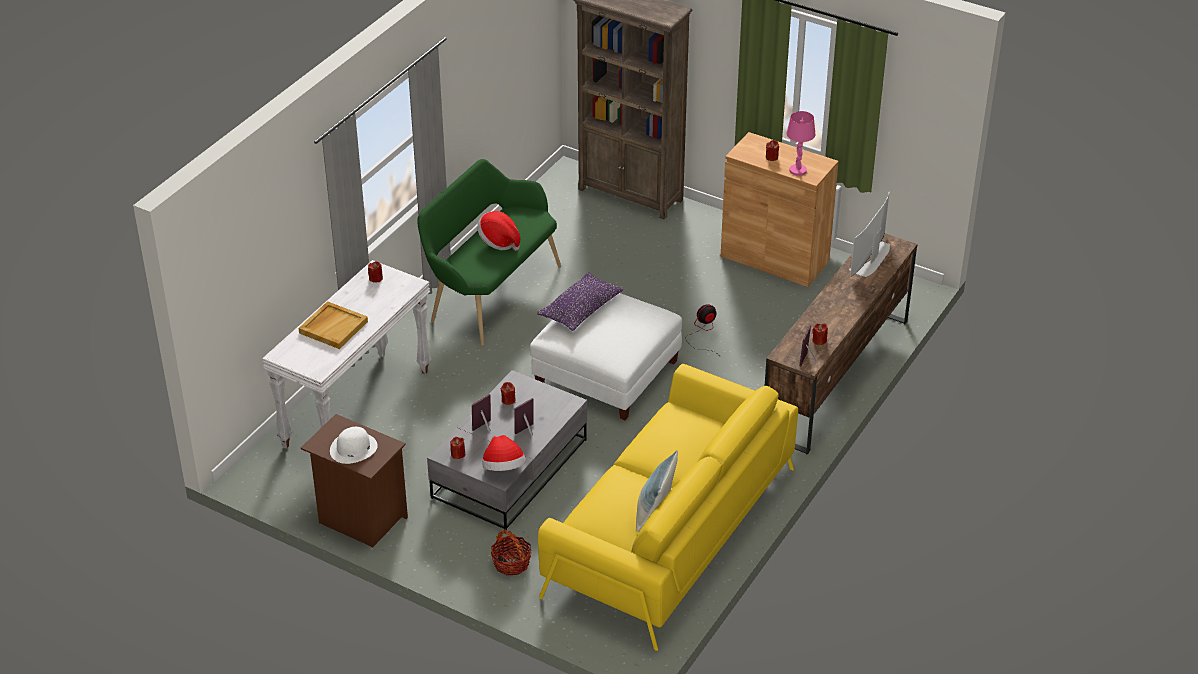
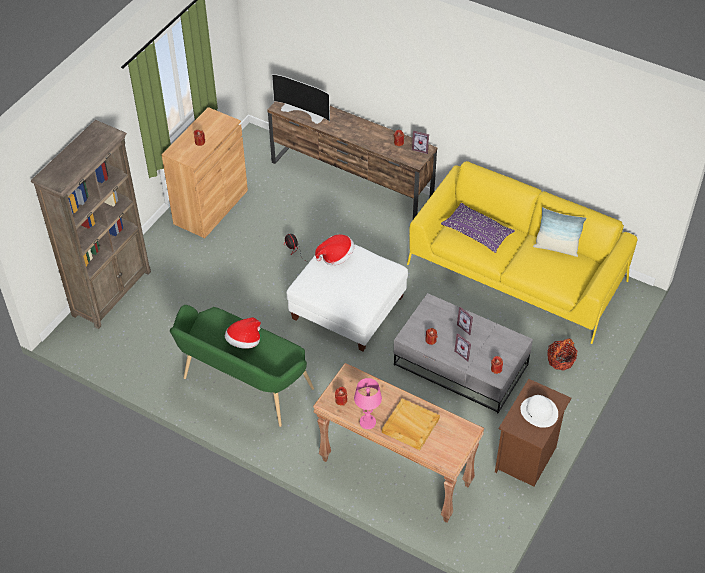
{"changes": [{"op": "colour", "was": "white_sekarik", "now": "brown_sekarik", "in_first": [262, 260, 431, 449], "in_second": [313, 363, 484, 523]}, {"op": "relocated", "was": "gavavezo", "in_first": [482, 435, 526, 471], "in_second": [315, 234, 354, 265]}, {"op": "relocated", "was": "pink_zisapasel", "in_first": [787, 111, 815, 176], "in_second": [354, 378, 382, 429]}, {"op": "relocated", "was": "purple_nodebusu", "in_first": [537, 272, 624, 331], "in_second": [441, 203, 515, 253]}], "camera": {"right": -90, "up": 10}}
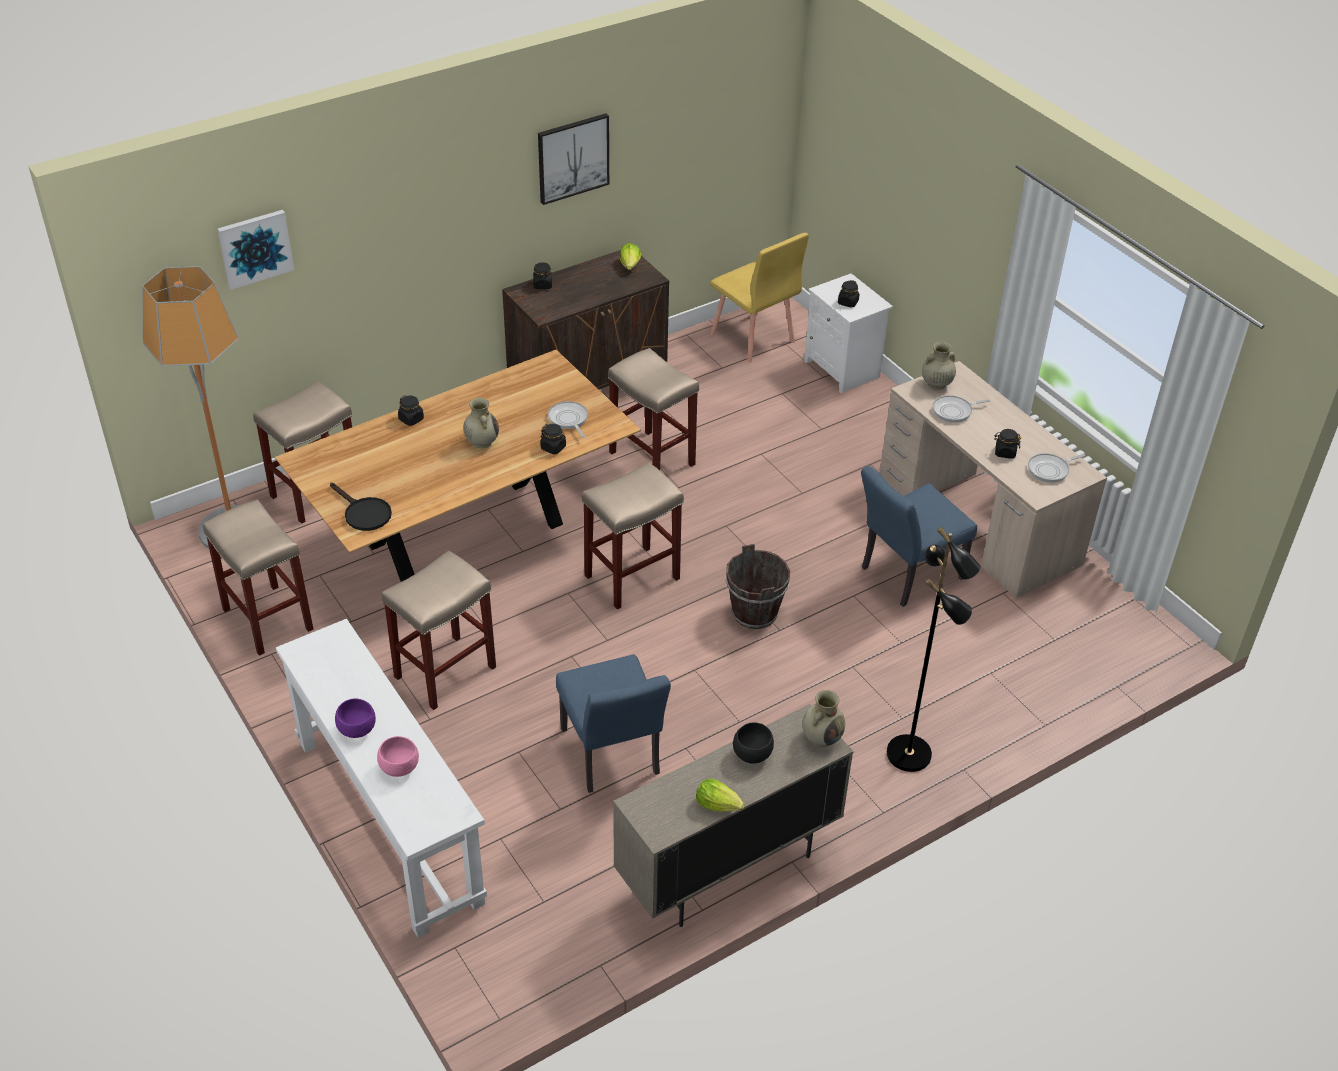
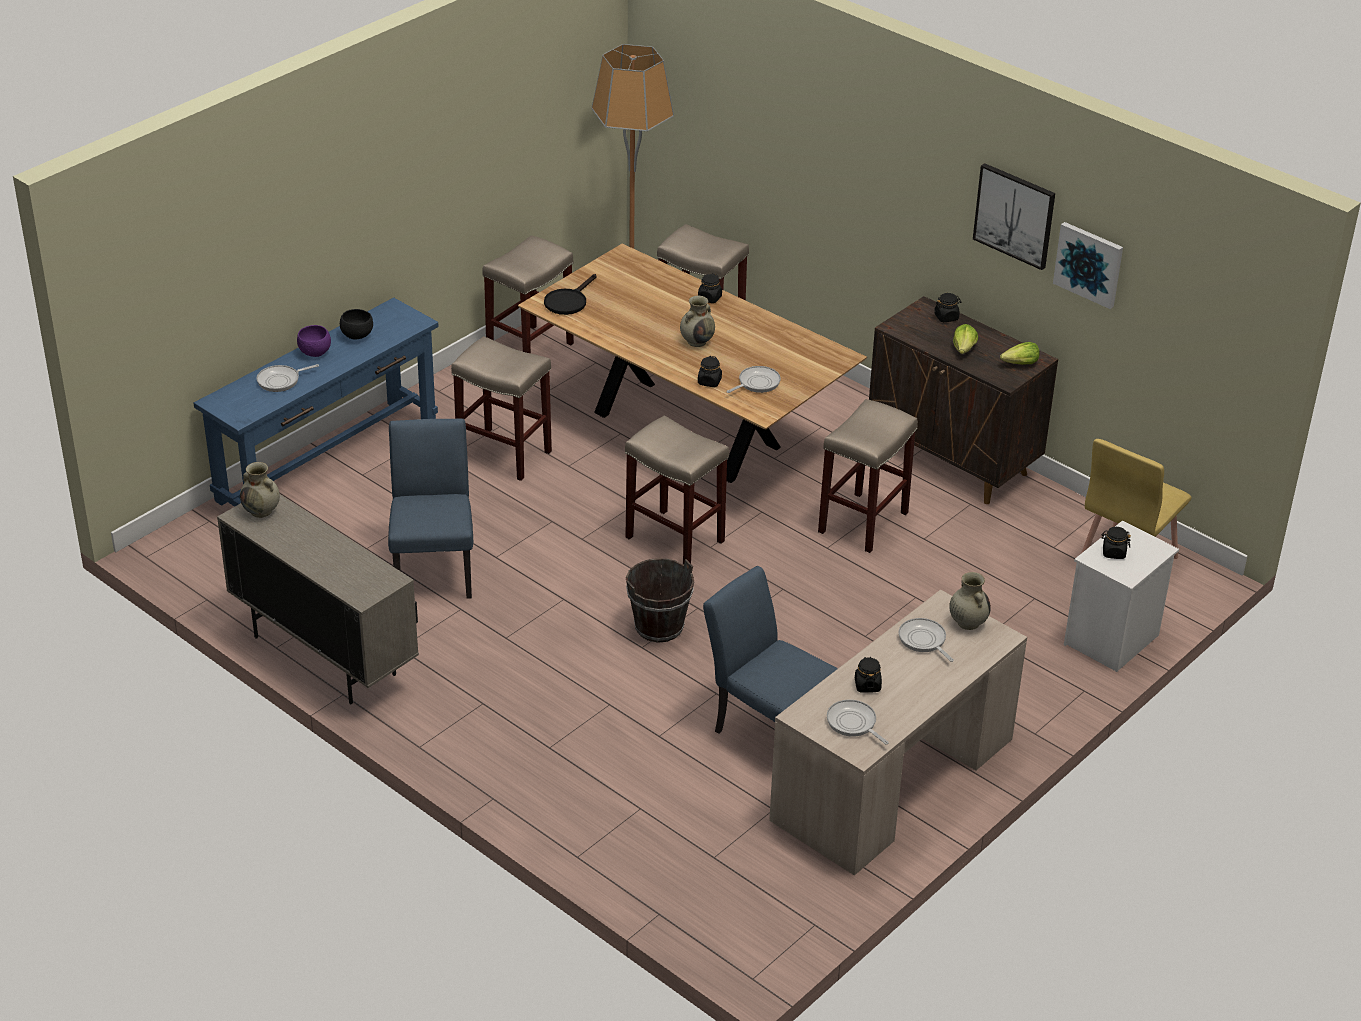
{"changes": [{"op": "colour", "was": "white_sekarik", "now": "blue_sekarik", "in_first": [276, 619, 487, 938], "in_second": [194, 298, 438, 507]}, {"op": "relocated", "was": "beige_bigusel", "in_first": [802, 690, 845, 747], "in_second": [240, 462, 280, 518]}, {"op": "exchanged", "was": "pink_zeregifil", "now": "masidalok", "in_first": [377, 736, 419, 777], "in_second": [257, 364, 319, 392]}, {"op": "relocated", "was": "black_zeregifil", "in_first": [733, 722, 774, 764], "in_second": [340, 309, 373, 340]}, {"op": "spun", "was": "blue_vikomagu", "in_first": [556, 654, 671, 793], "in_second": [388, 419, 473, 599], "clockwise": 120}, {"op": "relocated", "was": "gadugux", "in_first": [696, 779, 745, 812], "in_second": [953, 324, 978, 354]}, {"op": "relocated", "was": "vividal", "in_first": [218, 210, 294, 290], "in_second": [1053, 222, 1123, 309]}, {"op": "missing", "was": "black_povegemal", "in_first": [887, 527, 981, 772]}], "camera": {"right": 75, "up": -5}}
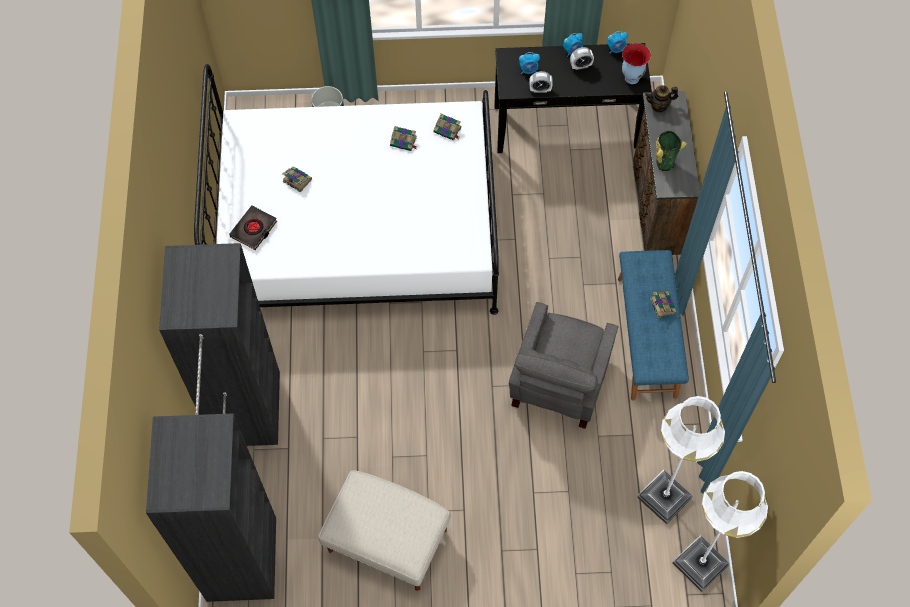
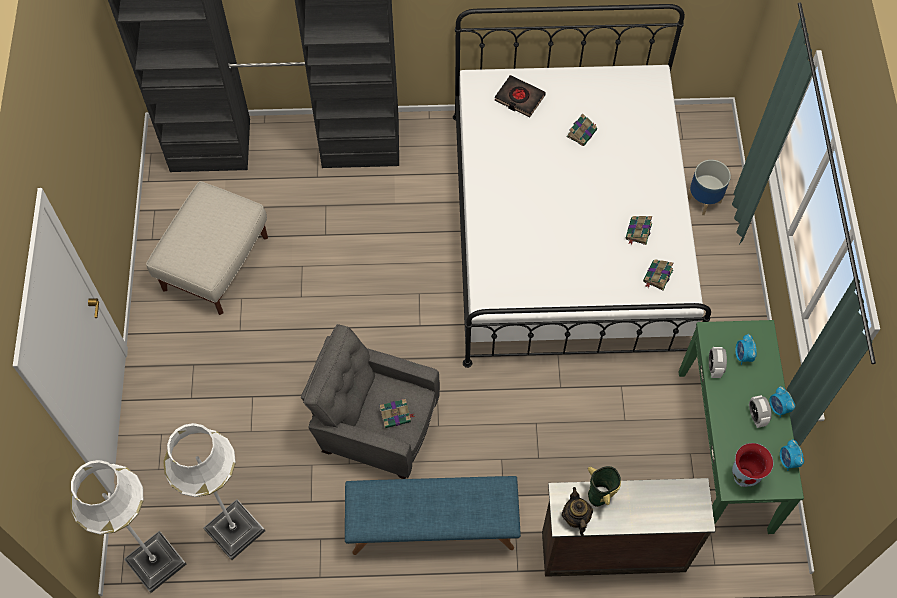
{"changes": [{"op": "relocated", "was": "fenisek", "in_first": [650, 290, 677, 318], "in_second": [380, 399, 415, 428]}, {"op": "relocated", "was": "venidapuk", "in_first": [645, 85, 678, 112], "in_second": [562, 487, 593, 536]}, {"op": "colour", "was": "black_sekarik", "now": "green_sekarik", "in_first": [494, 43, 652, 153], "in_second": [678, 320, 804, 534]}], "camera": {"right": 90, "up": 0}}
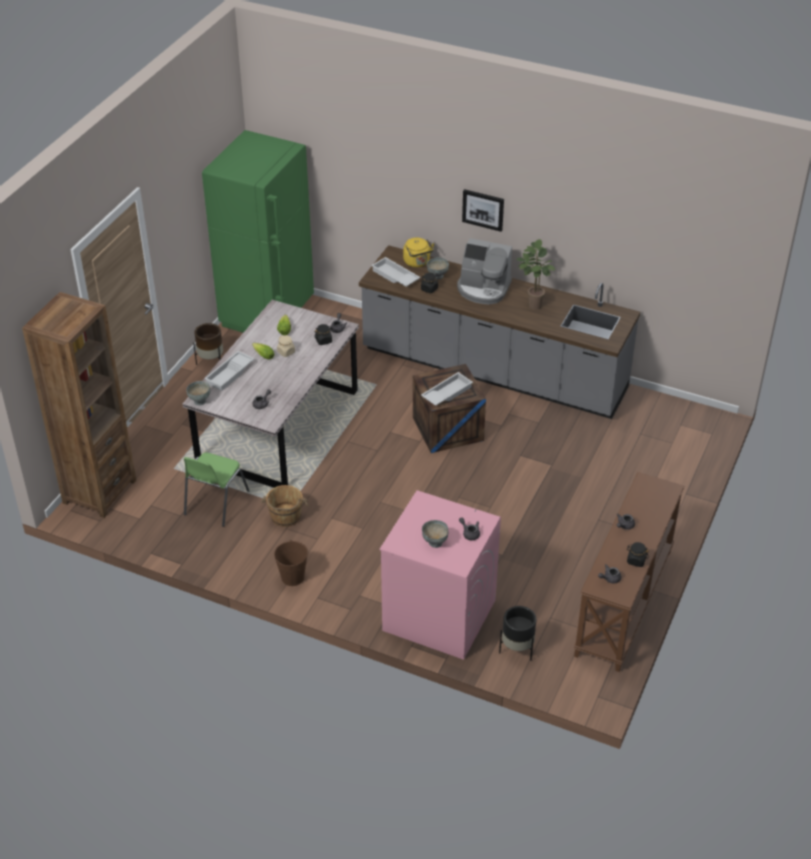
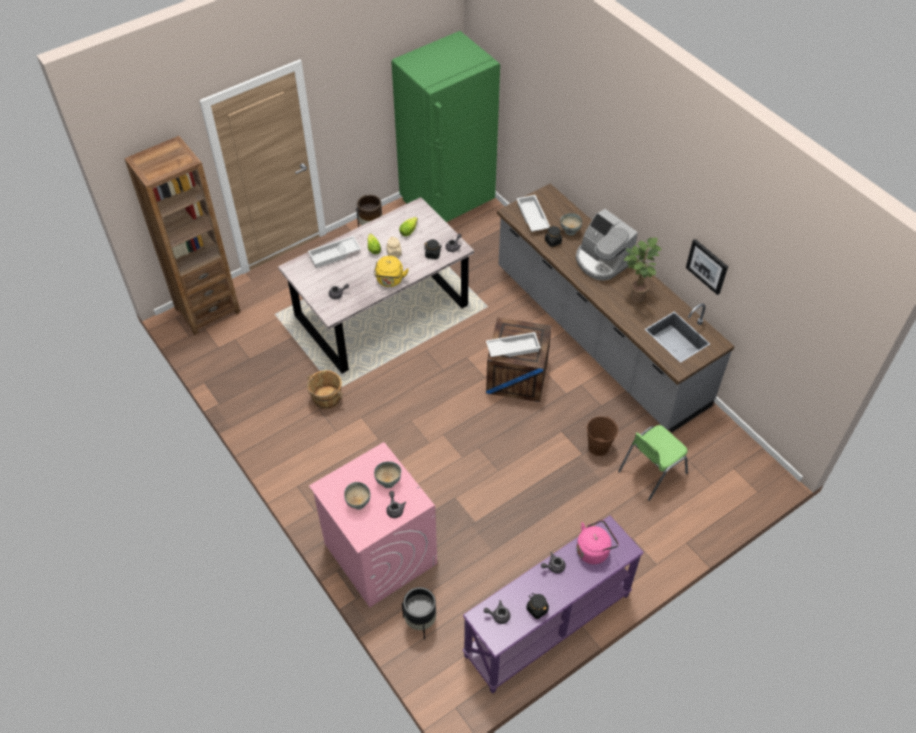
{"changes": [{"op": "relocated", "was": "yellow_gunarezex", "in_first": [403, 238, 434, 267], "in_second": [374, 256, 409, 287]}, {"op": "relocated", "was": "grey_zeregifil", "in_first": [186, 381, 210, 405], "in_second": [374, 461, 401, 488]}, {"op": "colour", "was": "brown_sekarik", "now": "purple_sekarik", "in_first": [574, 472, 684, 672], "in_second": [463, 516, 644, 694]}, {"op": "appeared", "now": "pink_gunarezex", "in_second": [576, 520, 619, 564]}, {"op": "relocated", "was": "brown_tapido", "in_first": [274, 540, 308, 586], "in_second": [587, 416, 618, 456]}, {"op": "relocated", "was": "green_vikomagu", "in_first": [184, 452, 250, 527], "in_second": [618, 425, 688, 501]}, {"op": "relocated", "was": "vividal", "in_first": [462, 189, 504, 232], "in_second": [686, 239, 728, 295]}], "camera": {"right": 30, "up": 10}}
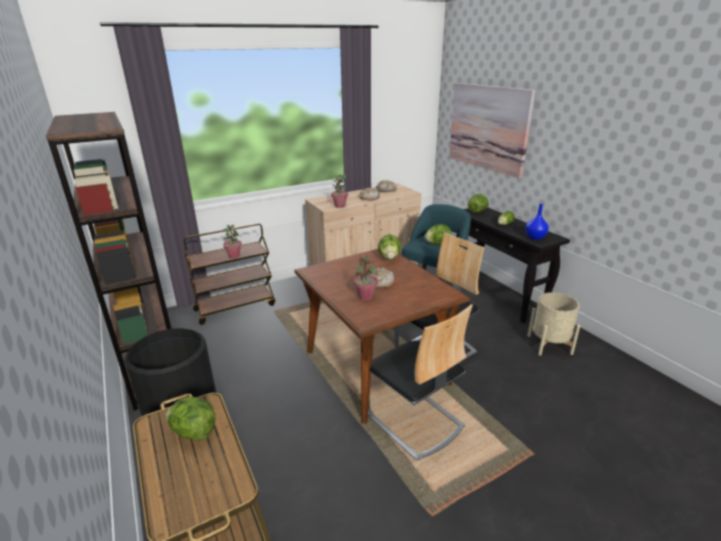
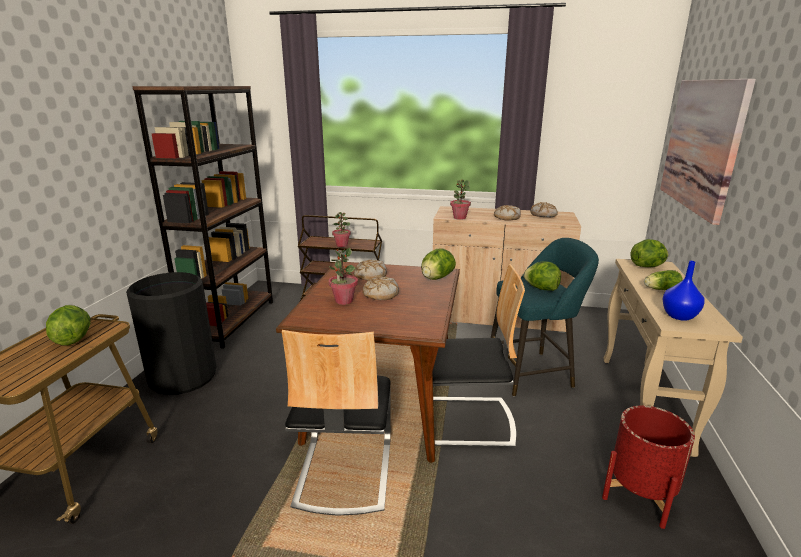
{"changes": [{"op": "appeared", "now": "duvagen", "in_second": [354, 260, 387, 281]}, {"op": "colour", "was": "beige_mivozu", "now": "red_mivozu", "in_first": [527, 292, 580, 356], "in_second": [602, 406, 695, 529]}, {"op": "colour", "was": "black_sekarik", "now": "beige_sekarik", "in_first": [456, 207, 570, 323], "in_second": [603, 259, 743, 457]}], "camera": {"right": 40, "up": -5}}
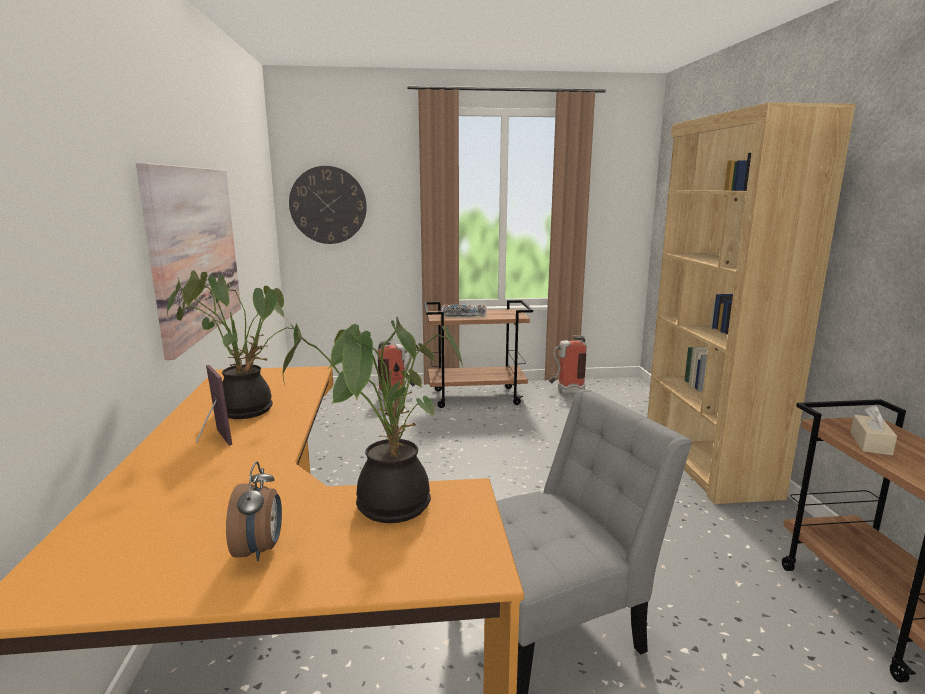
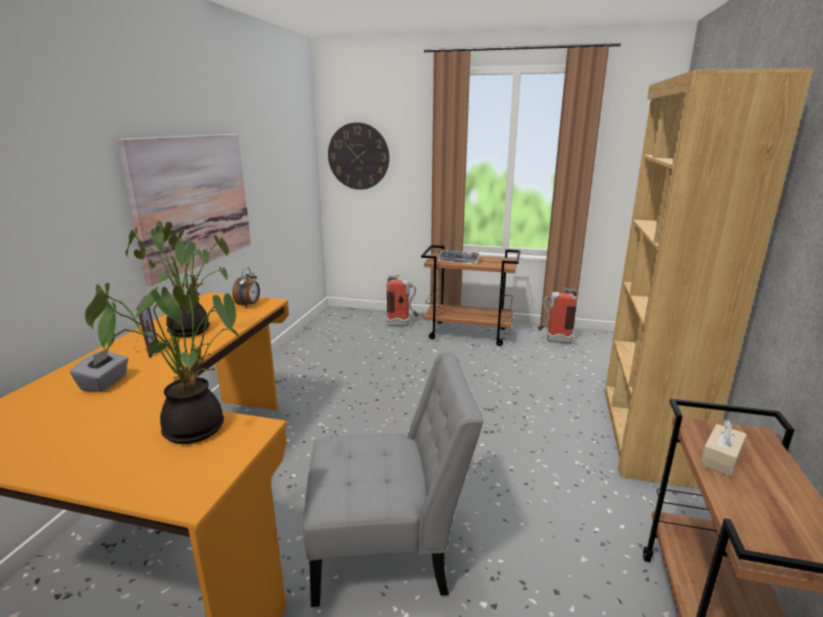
{"changes": [{"op": "appeared", "now": "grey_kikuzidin", "in_second": [70, 349, 128, 392]}, {"op": "relocated", "was": "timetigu", "in_first": [226, 462, 282, 562], "in_second": [232, 267, 260, 308]}], "camera": {"right": 20, "up": 5}}
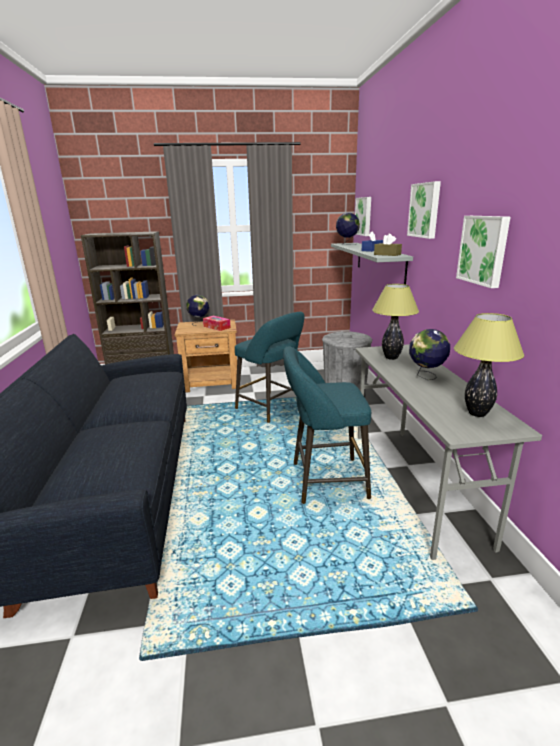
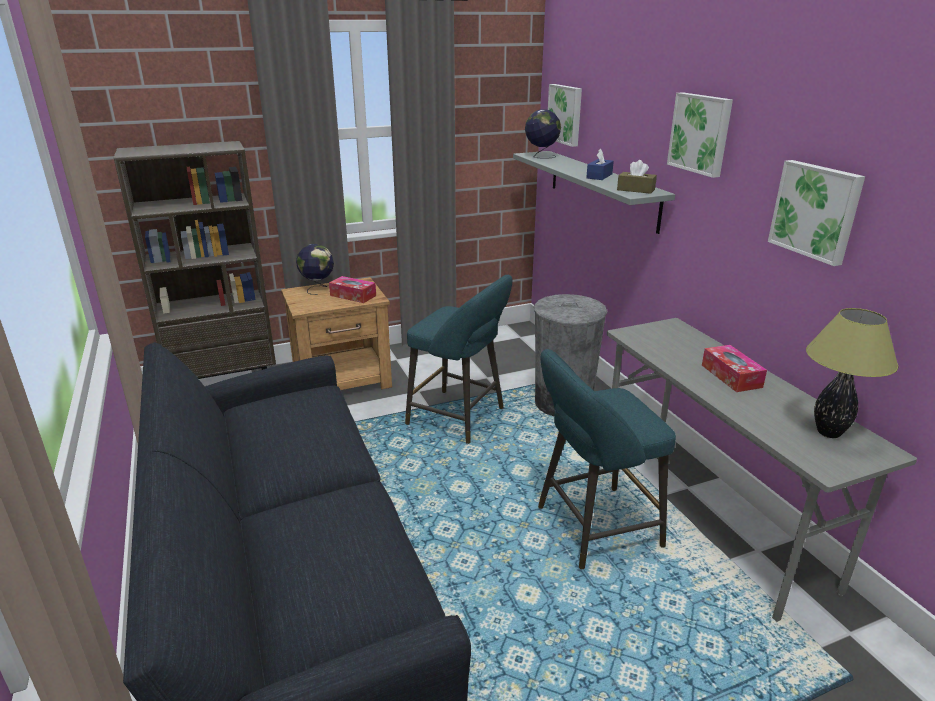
{"changes": [{"op": "exchanged", "was": "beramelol", "now": "kikuzidin", "in_first": [409, 329, 450, 380], "in_second": [702, 345, 767, 392]}, {"op": "missing", "was": "zisapasel", "in_first": [372, 284, 419, 360]}], "camera": {"right": -15, "up": 5}}
